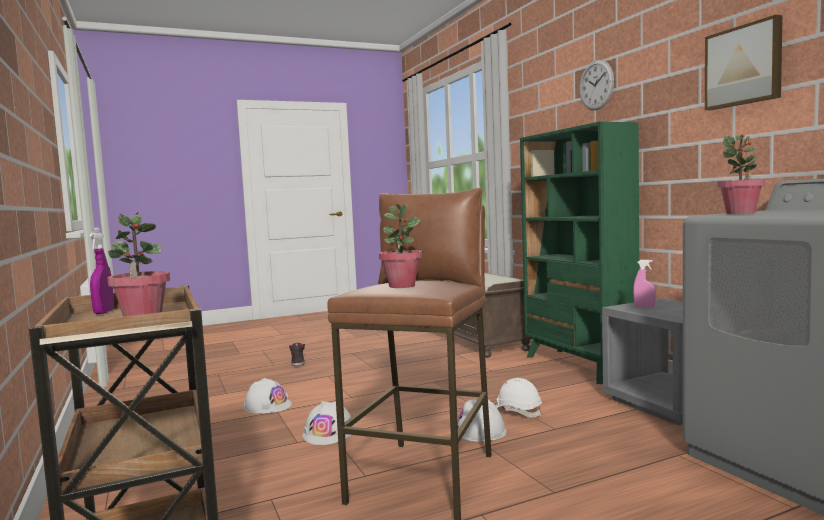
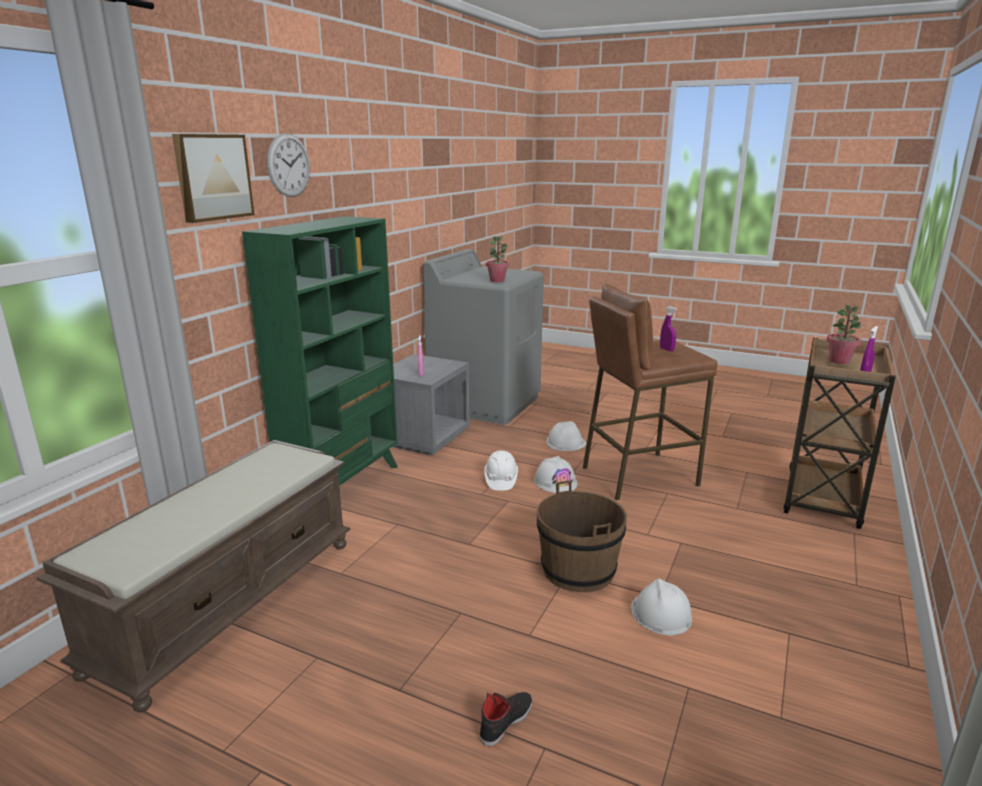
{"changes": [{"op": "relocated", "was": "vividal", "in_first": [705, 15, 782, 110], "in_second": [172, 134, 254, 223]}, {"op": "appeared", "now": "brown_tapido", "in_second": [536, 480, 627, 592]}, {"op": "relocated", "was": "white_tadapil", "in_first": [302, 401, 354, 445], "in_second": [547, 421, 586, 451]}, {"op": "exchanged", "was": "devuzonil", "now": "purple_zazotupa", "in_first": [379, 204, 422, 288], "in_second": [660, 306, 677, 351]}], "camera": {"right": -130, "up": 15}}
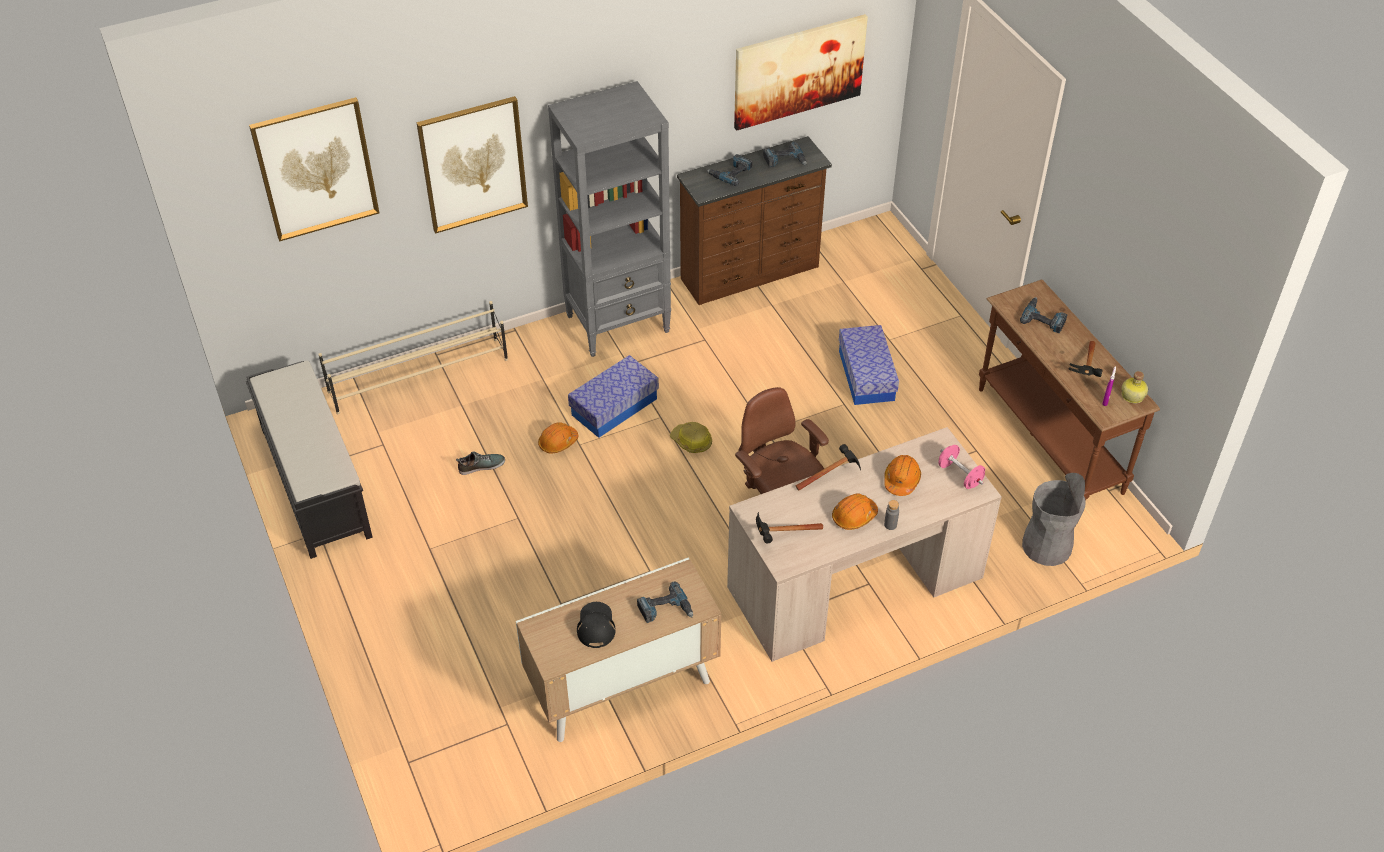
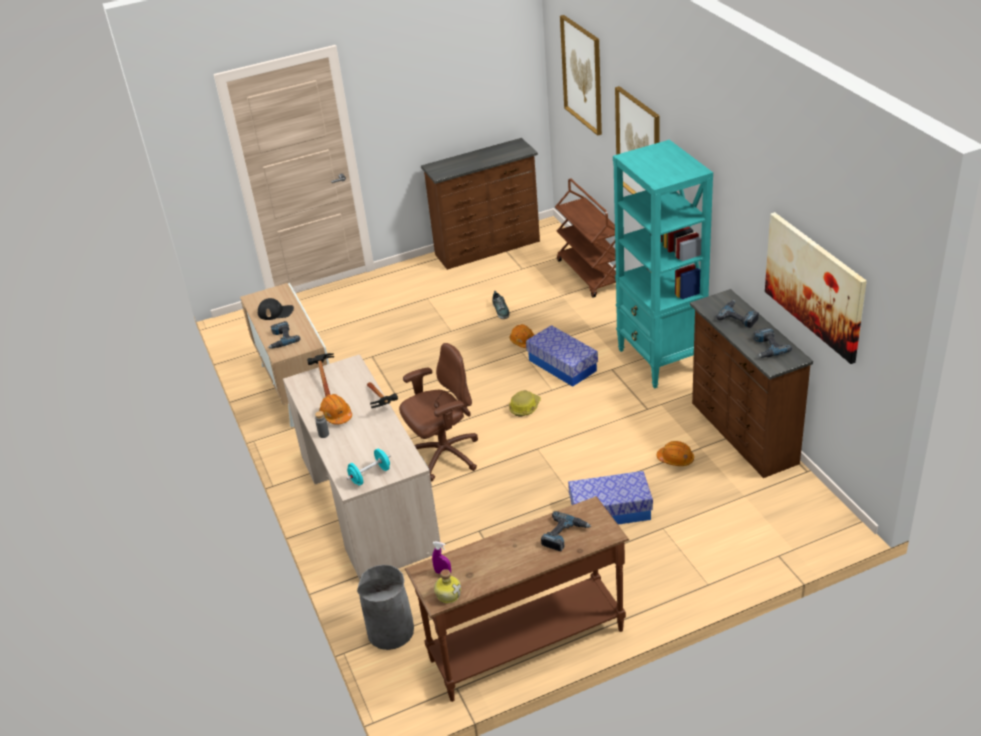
{"changes": [{"op": "colour", "was": "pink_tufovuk", "now": "turquoise_tufovuk", "in_first": [938, 445, 985, 489], "in_second": [347, 449, 390, 486]}, {"op": "exchanged", "was": "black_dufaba", "now": "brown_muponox", "in_first": [246, 361, 373, 559], "in_second": [421, 138, 540, 270]}, {"op": "exchanged", "was": "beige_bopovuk", "now": "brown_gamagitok", "in_first": [318, 301, 508, 414], "in_second": [555, 178, 616, 298]}, {"op": "colour", "was": "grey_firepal", "now": "turquoise_firepal", "in_first": [548, 81, 671, 357], "in_second": [613, 140, 713, 389]}, {"op": "relocated", "was": "orange_tadapil", "in_first": [884, 455, 921, 496], "in_second": [657, 441, 694, 466]}, {"op": "missing", "was": "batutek", "in_first": [1069, 341, 1103, 377]}], "camera": {"right": 95, "up": -10}}
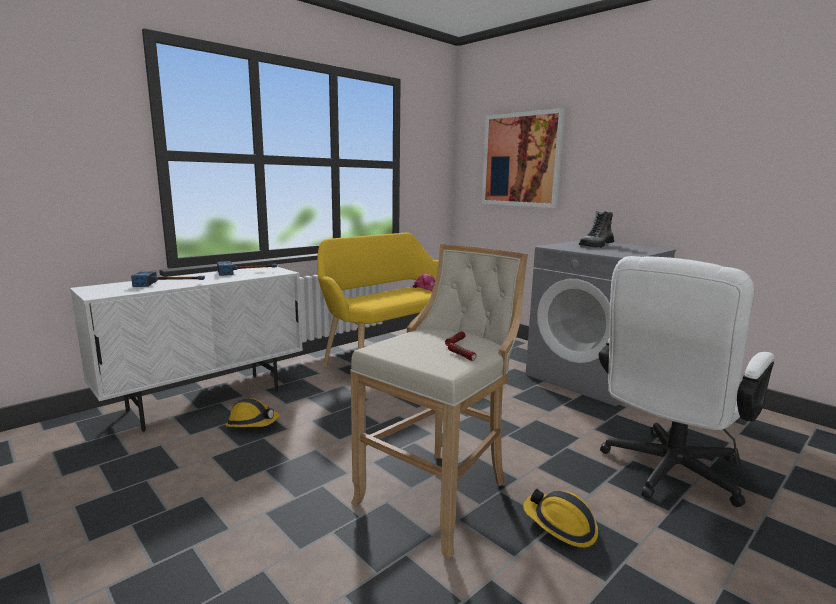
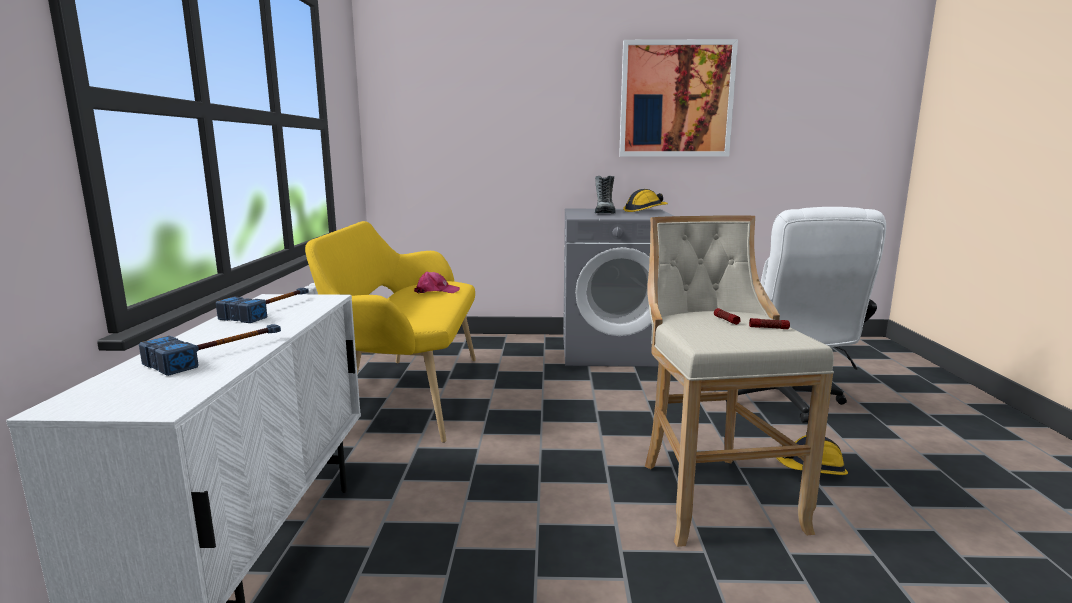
{"changes": [{"op": "relocated", "was": "vividal", "in_first": [482, 108, 565, 208], "in_second": [619, 39, 738, 156]}, {"op": "relocated", "was": "tadapil", "in_first": [225, 398, 280, 427], "in_second": [623, 189, 668, 212]}], "camera": {"right": -45, "up": 0}}
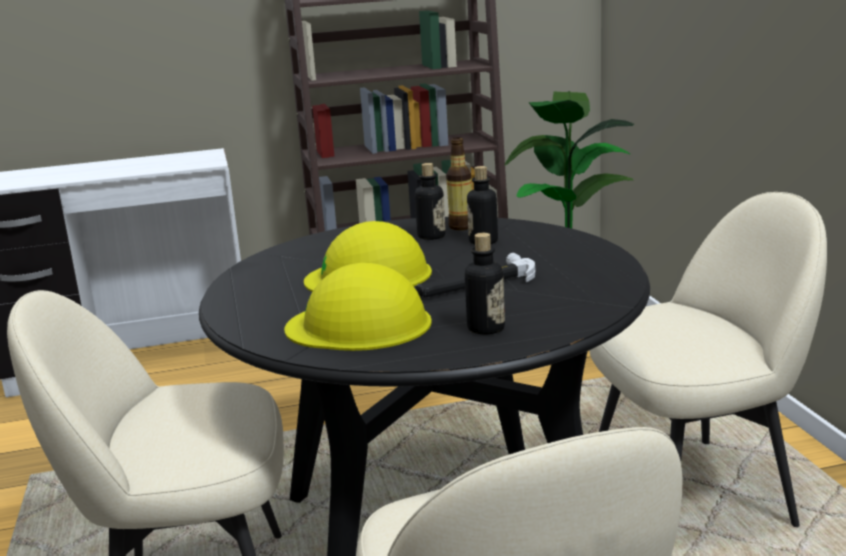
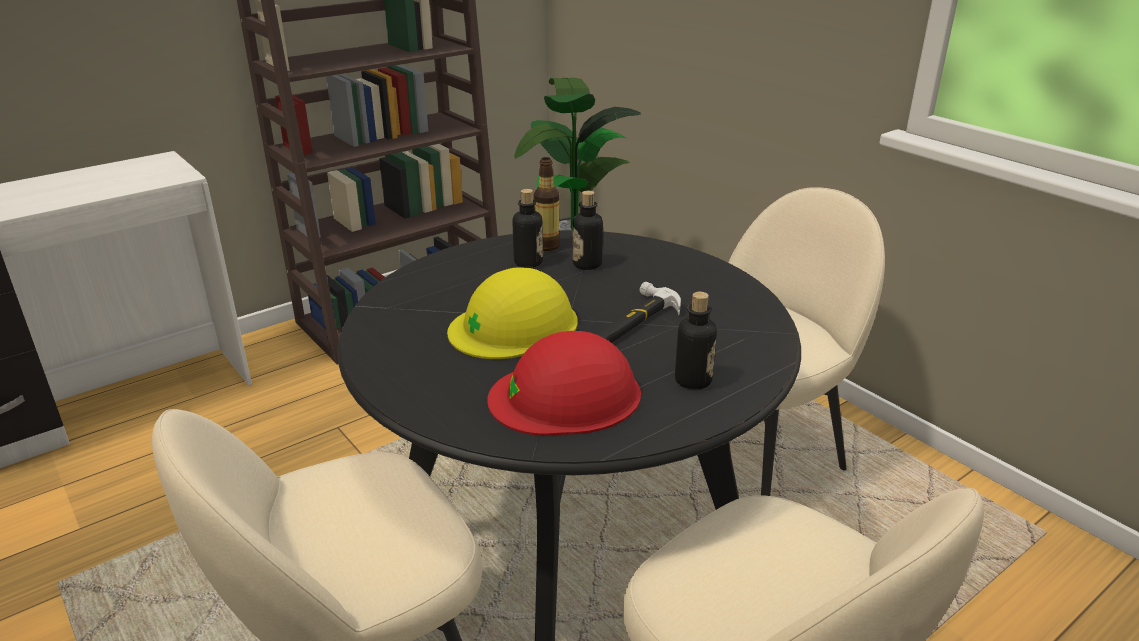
{"changes": [{"op": "colour", "was": "yellow_tadapil", "now": "red_tadapil", "in_first": [284, 263, 432, 351], "in_second": [487, 331, 641, 436]}], "camera": {"right": -25, "up": 10}}
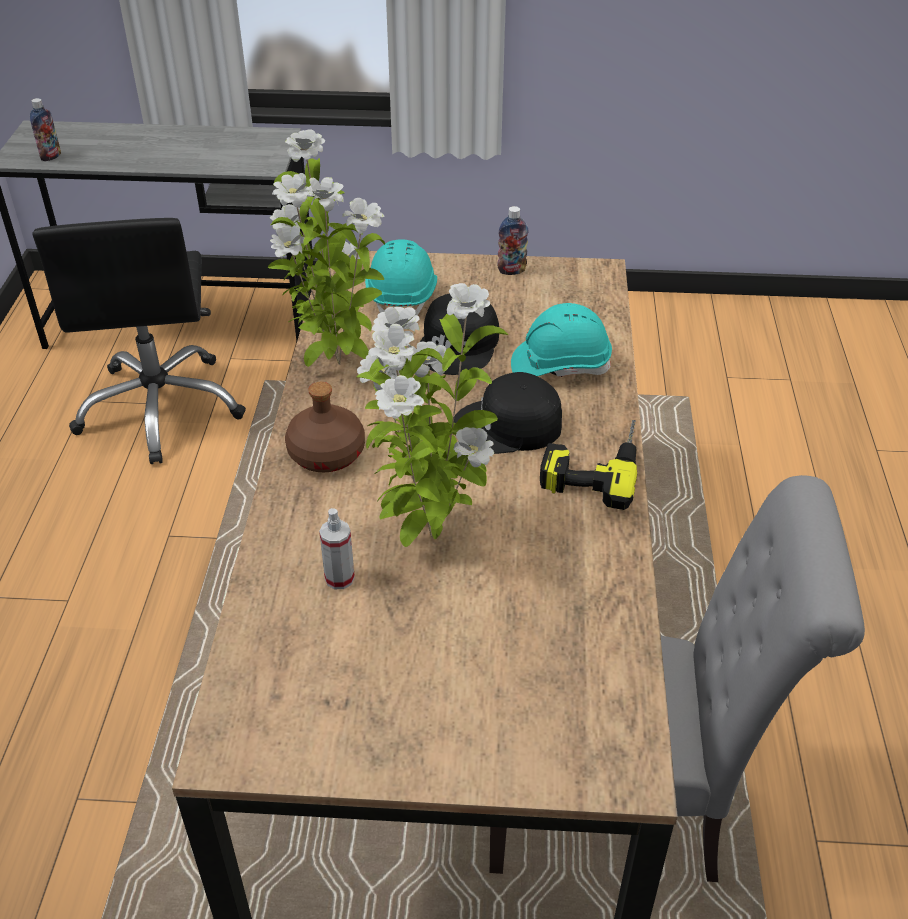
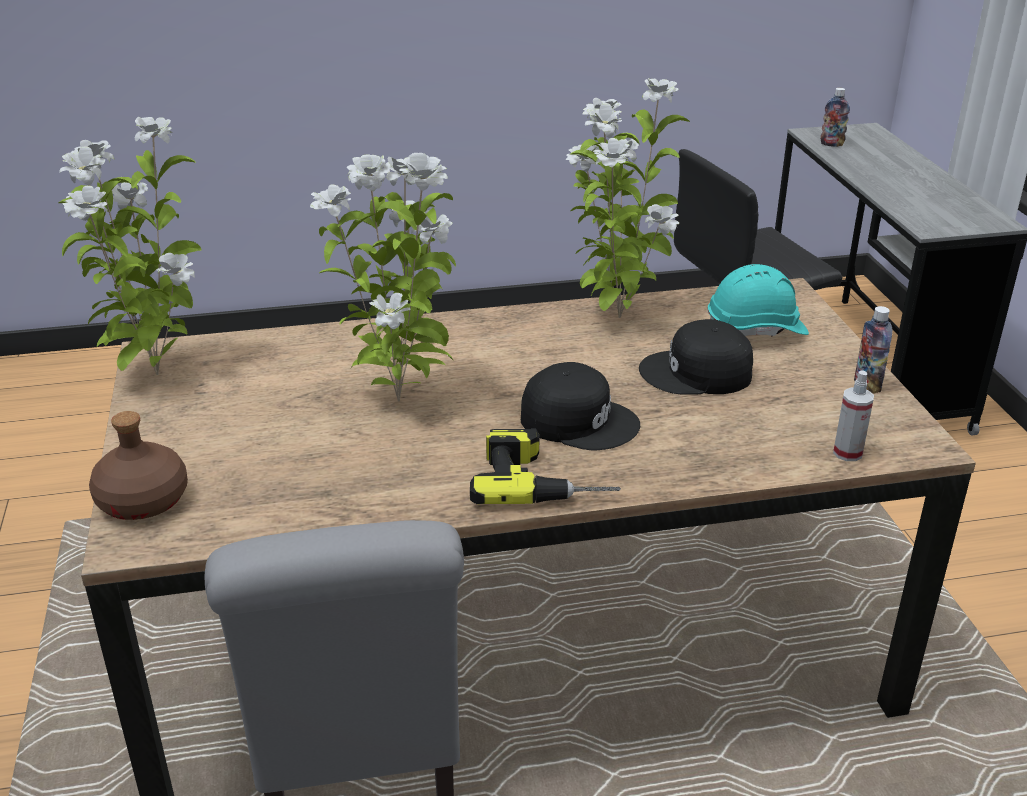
{"changes": [{"op": "appeared", "now": "devuzonil", "in_second": [59, 117, 201, 375]}, {"op": "relocated", "was": "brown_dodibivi", "in_first": [285, 382, 365, 472], "in_second": [89, 411, 188, 520]}, {"op": "spun", "was": "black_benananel", "in_first": [454, 372, 562, 454], "in_second": [521, 362, 640, 450], "clockwise": 135}, {"op": "relocated", "was": "zazotupa", "in_first": [319, 508, 355, 589], "in_second": [833, 370, 874, 461]}, {"op": "missing", "was": "turquoise_tadapil", "in_first": [511, 303, 612, 377]}], "camera": {"right": 75, "up": -10}}
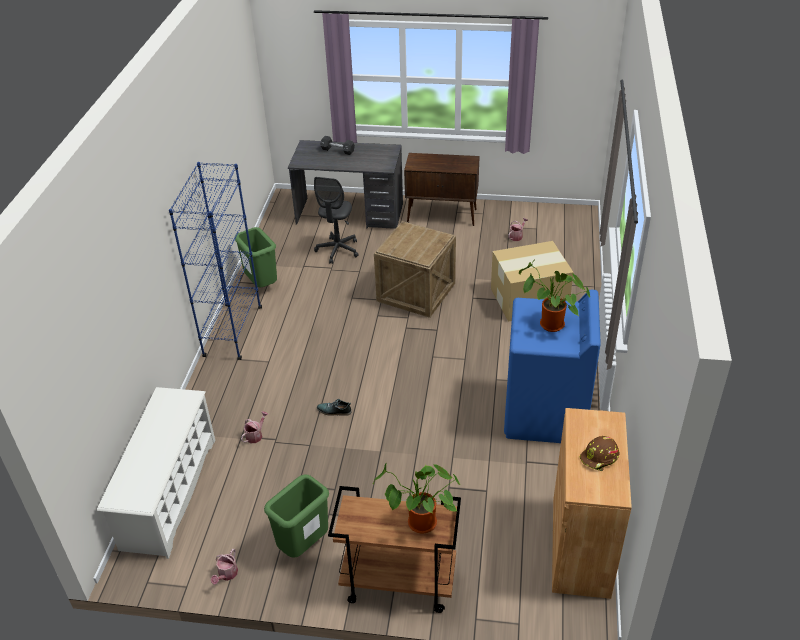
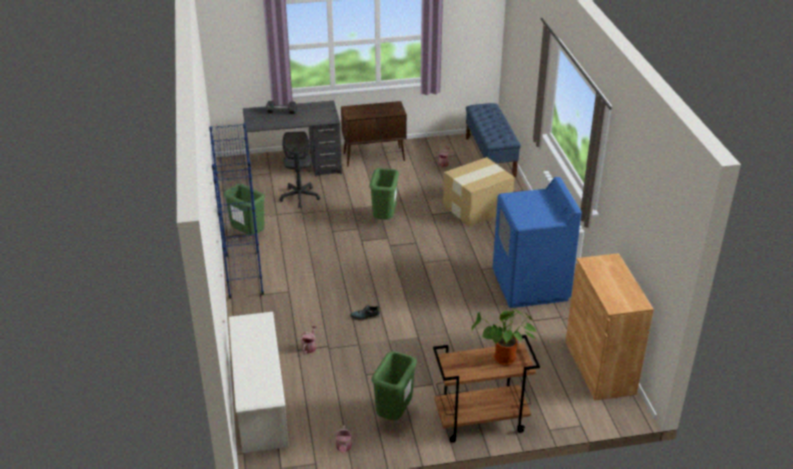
{"changes": [{"op": "exchanged", "was": "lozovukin", "now": "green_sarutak", "in_first": [374, 221, 456, 318], "in_second": [369, 168, 399, 220]}, {"op": "appeared", "now": "blue_dufaba", "in_second": [466, 103, 521, 177]}, {"op": "missing", "was": "devuzonil", "in_first": [519, 260, 590, 332]}, {"op": "missing", "was": "brown_tadapil", "in_first": [579, 436, 619, 471]}], "camera": {"right": -20, "up": -5}}
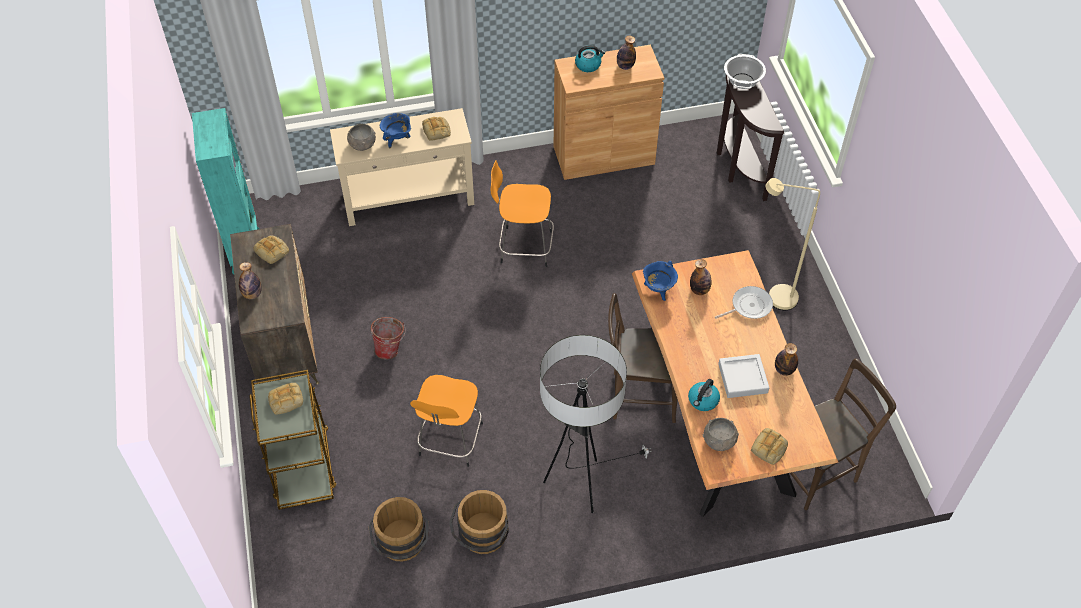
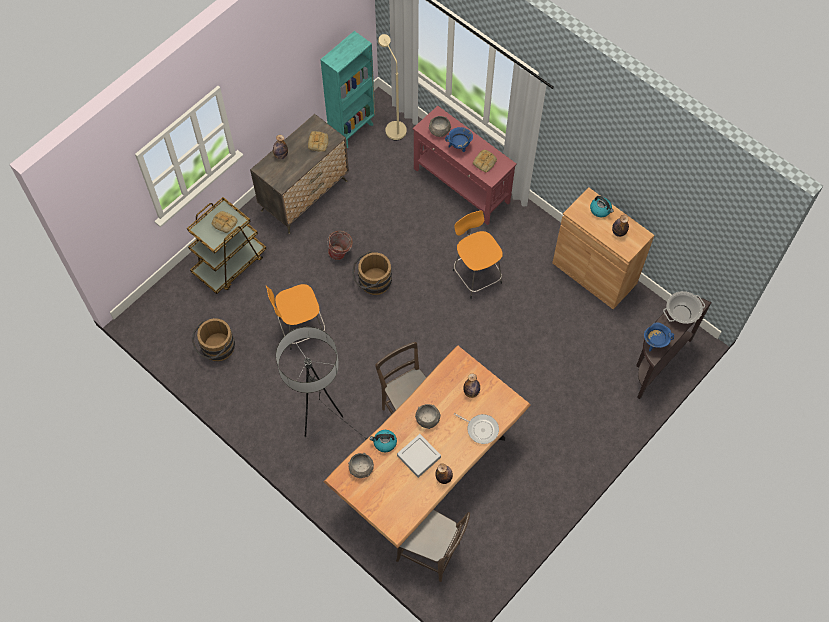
{"changes": [{"op": "relocated", "was": "brown_tapido", "in_first": [449, 490, 508, 554], "in_second": [352, 251, 392, 295]}, {"op": "relocated", "was": "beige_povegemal", "in_first": [766, 178, 820, 310], "in_second": [378, 34, 407, 140]}, {"op": "colour", "was": "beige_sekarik", "now": "red_sekarik", "in_first": [330, 108, 474, 226], "in_second": [413, 106, 517, 225]}, {"op": "appeared", "now": "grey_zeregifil", "in_second": [415, 404, 441, 429]}, {"op": "relocated", "was": "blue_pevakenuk", "in_first": [643, 261, 678, 301], "in_second": [644, 323, 674, 352]}, {"op": "missing", "was": "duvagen", "in_first": [751, 428, 788, 465]}], "camera": {"right": 55, "up": 10}}
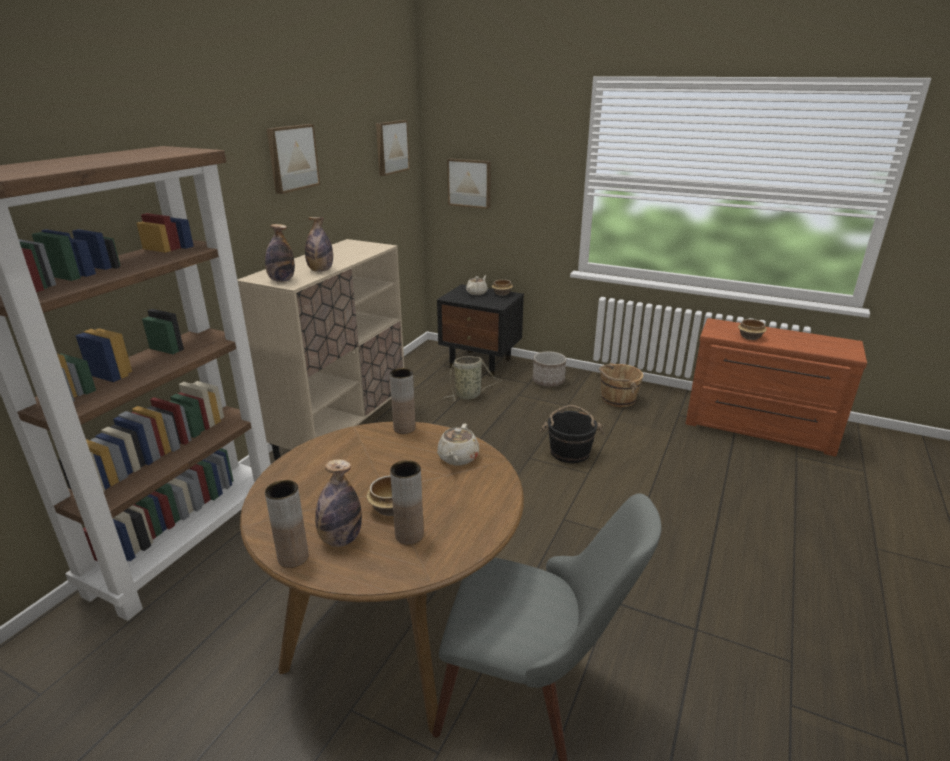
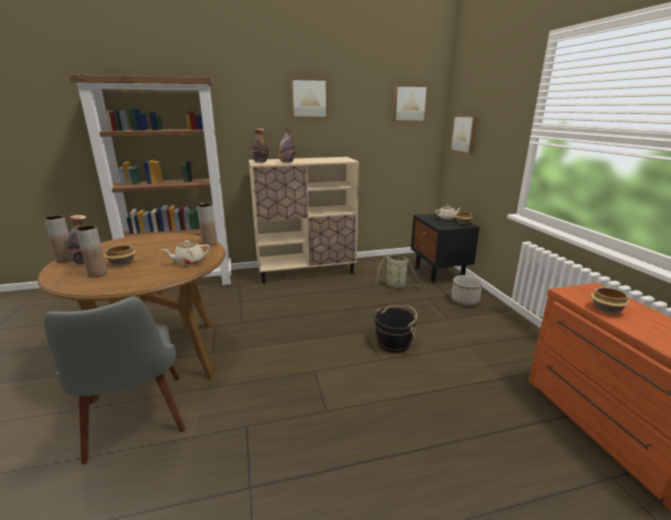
{"changes": [{"op": "missing", "was": "brown_tapido", "in_first": [599, 363, 643, 407]}], "camera": {"right": 50, "up": -5}}
